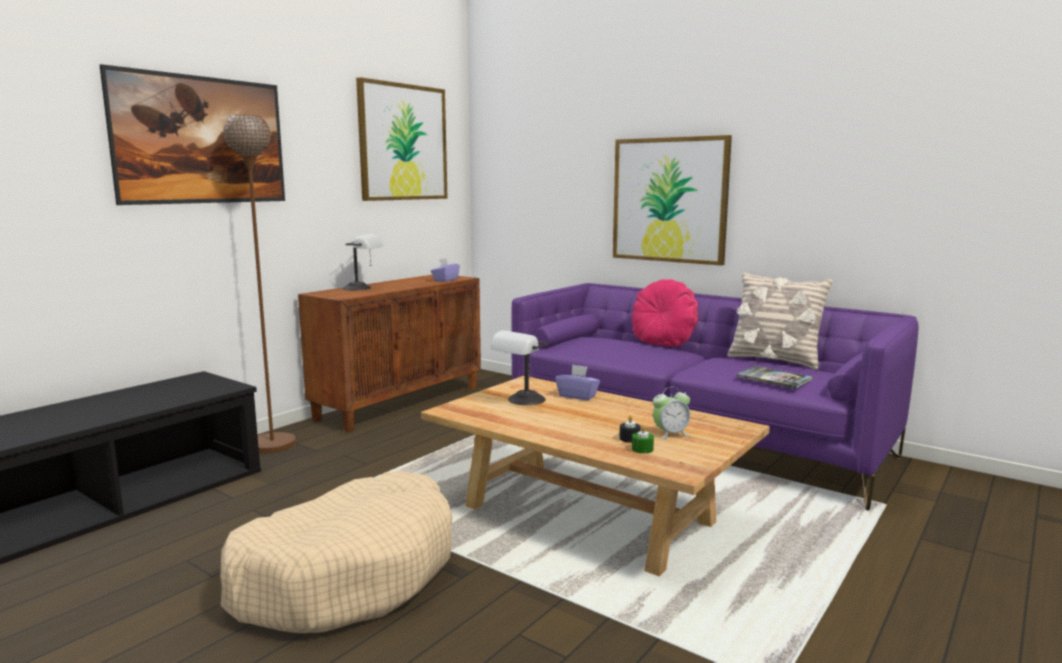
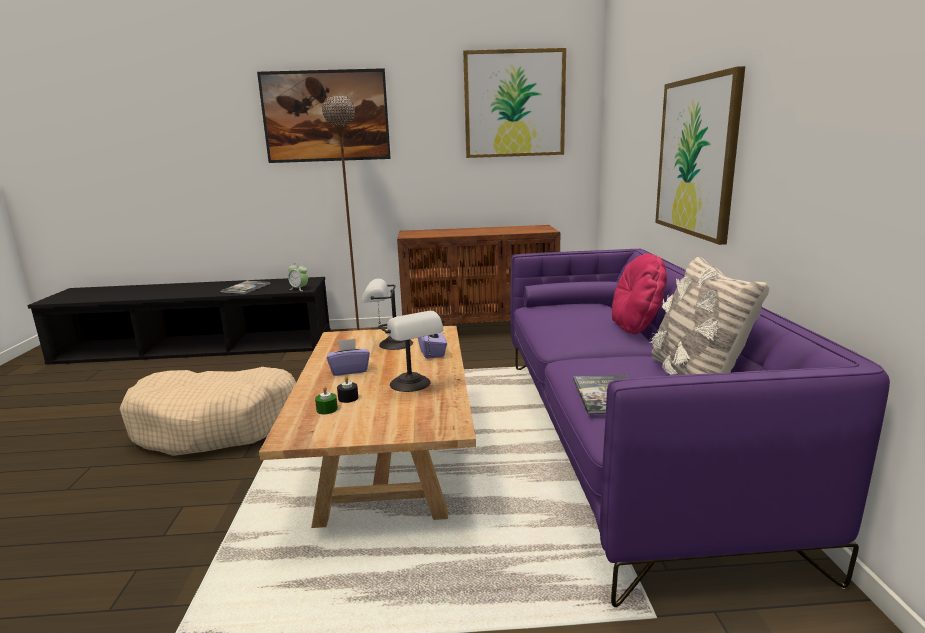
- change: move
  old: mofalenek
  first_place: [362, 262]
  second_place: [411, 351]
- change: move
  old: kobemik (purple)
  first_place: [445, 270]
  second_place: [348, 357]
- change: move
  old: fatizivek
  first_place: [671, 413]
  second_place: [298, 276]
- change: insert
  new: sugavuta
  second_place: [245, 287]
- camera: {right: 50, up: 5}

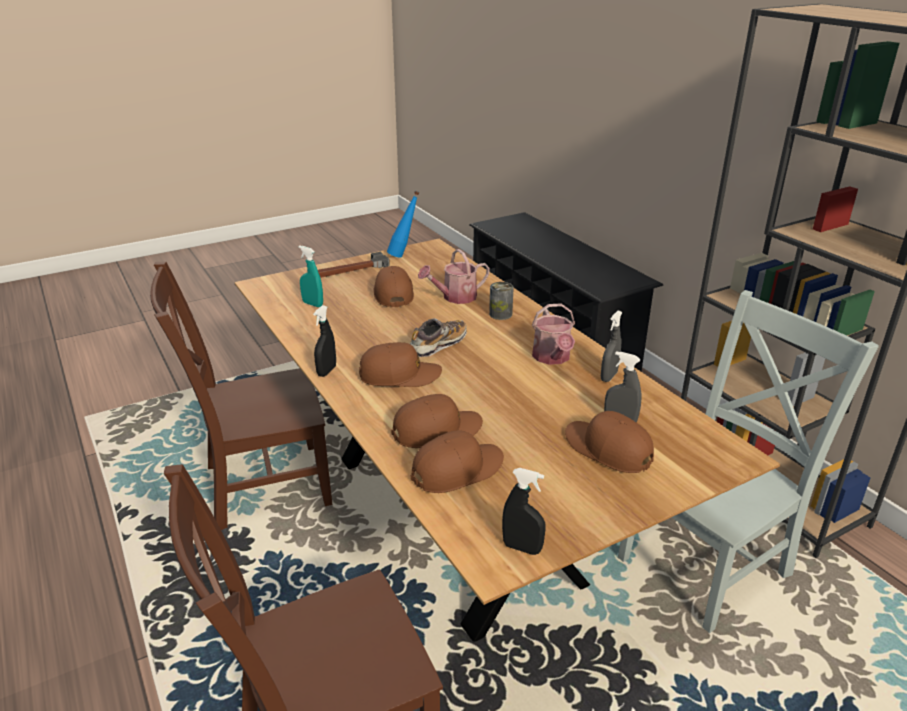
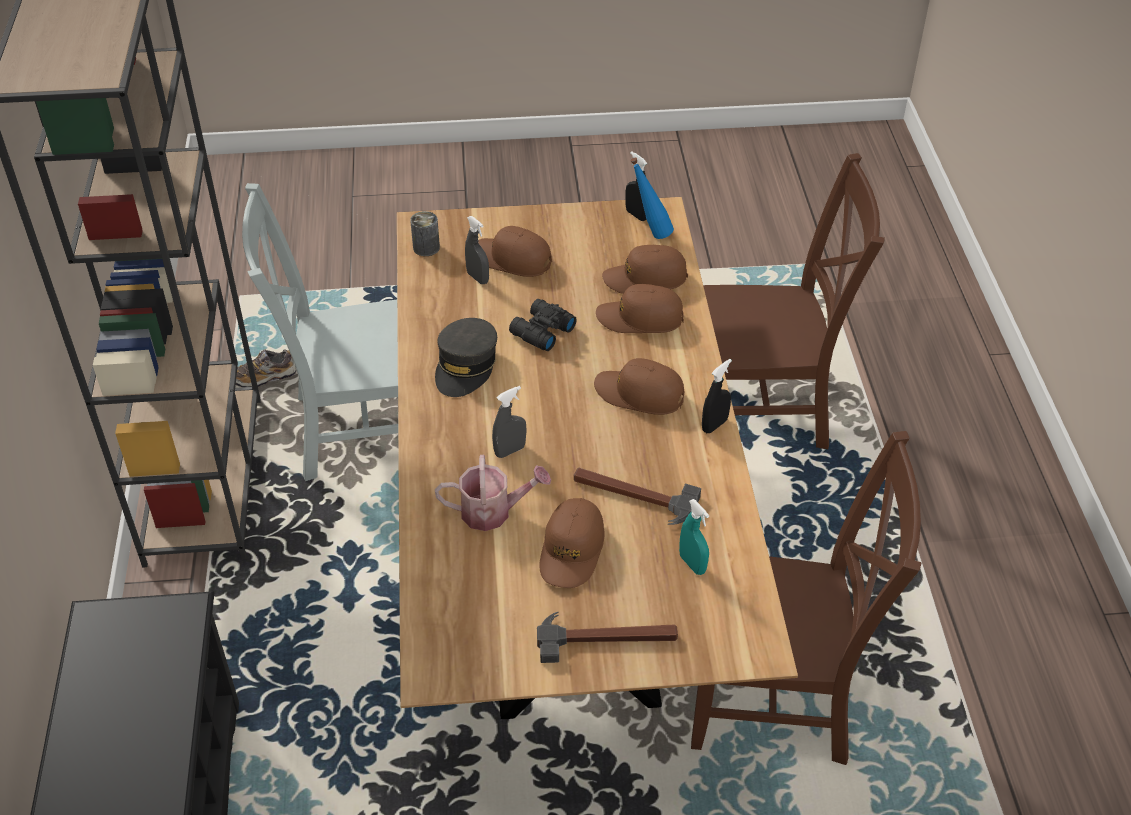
- change: move
  old: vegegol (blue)
  first_place: [403, 224]
  second_place: [652, 198]
- change: move
  old: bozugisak
  first_place: [501, 301]
  second_place: [425, 233]
- change: replace
  old: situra
  new: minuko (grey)
  first_place: [553, 334]
  second_place: [466, 357]
- change: move
  old: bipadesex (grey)
  first_place: [611, 346]
  second_place: [509, 422]
- change: move
  old: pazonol
  first_place: [438, 337]
  second_place: [266, 368]
- change: rotate
  old: minuko (brown)
  first_place: [609, 442]
  second_place: [515, 251]
  degrees: 135
- change: insert
  new: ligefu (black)
  second_place: [543, 325]
- change: insert
  new: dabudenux
  second_place: [637, 496]
- camera: {right: -155, up: 15}

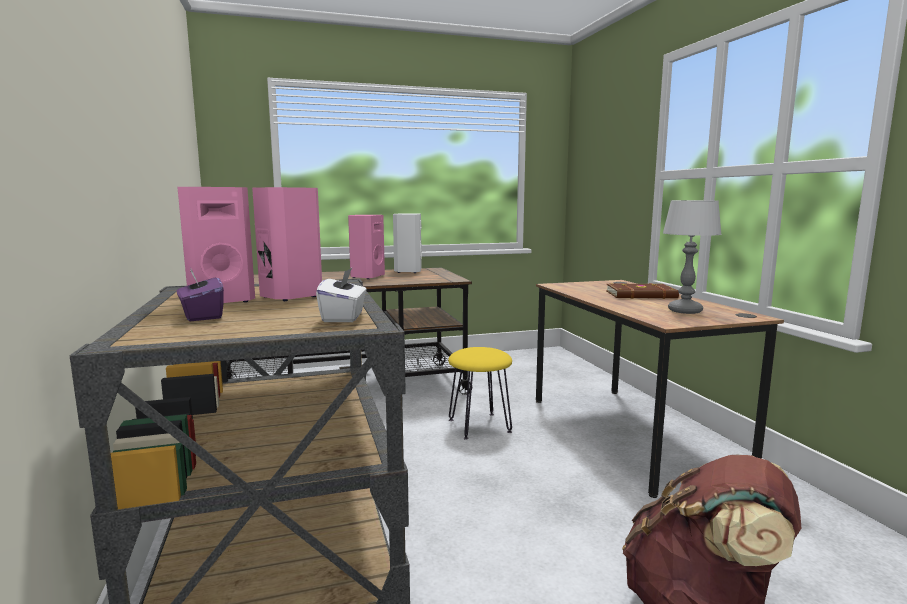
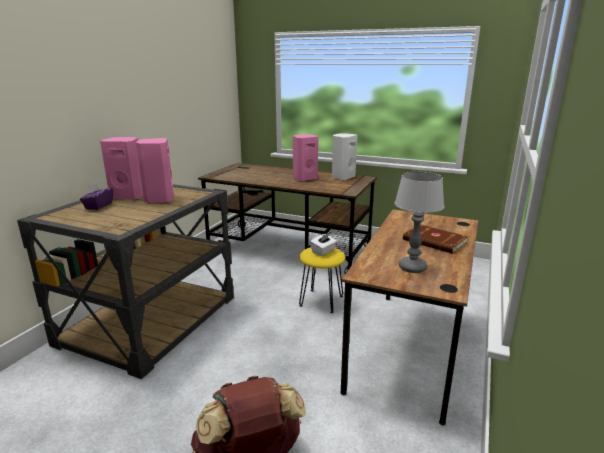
- change: move
  old: kobemik (white)
  first_place: [341, 295]
  second_place: [323, 244]
- camera: {right: 40, up: 10}

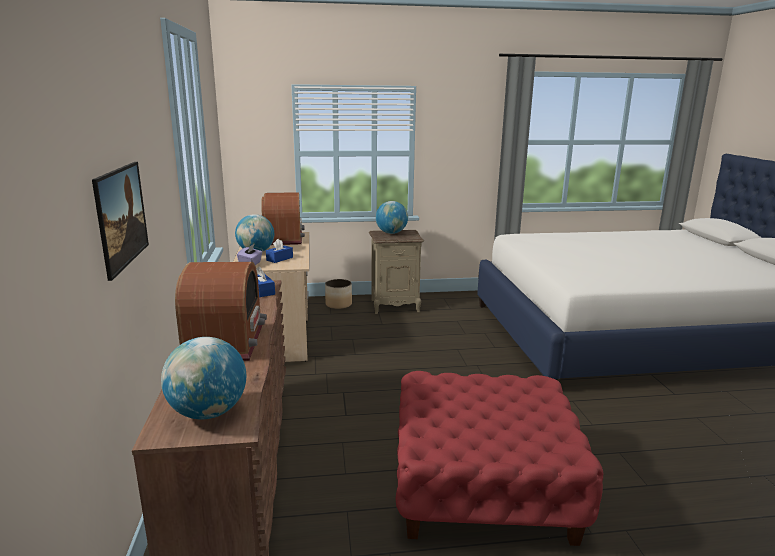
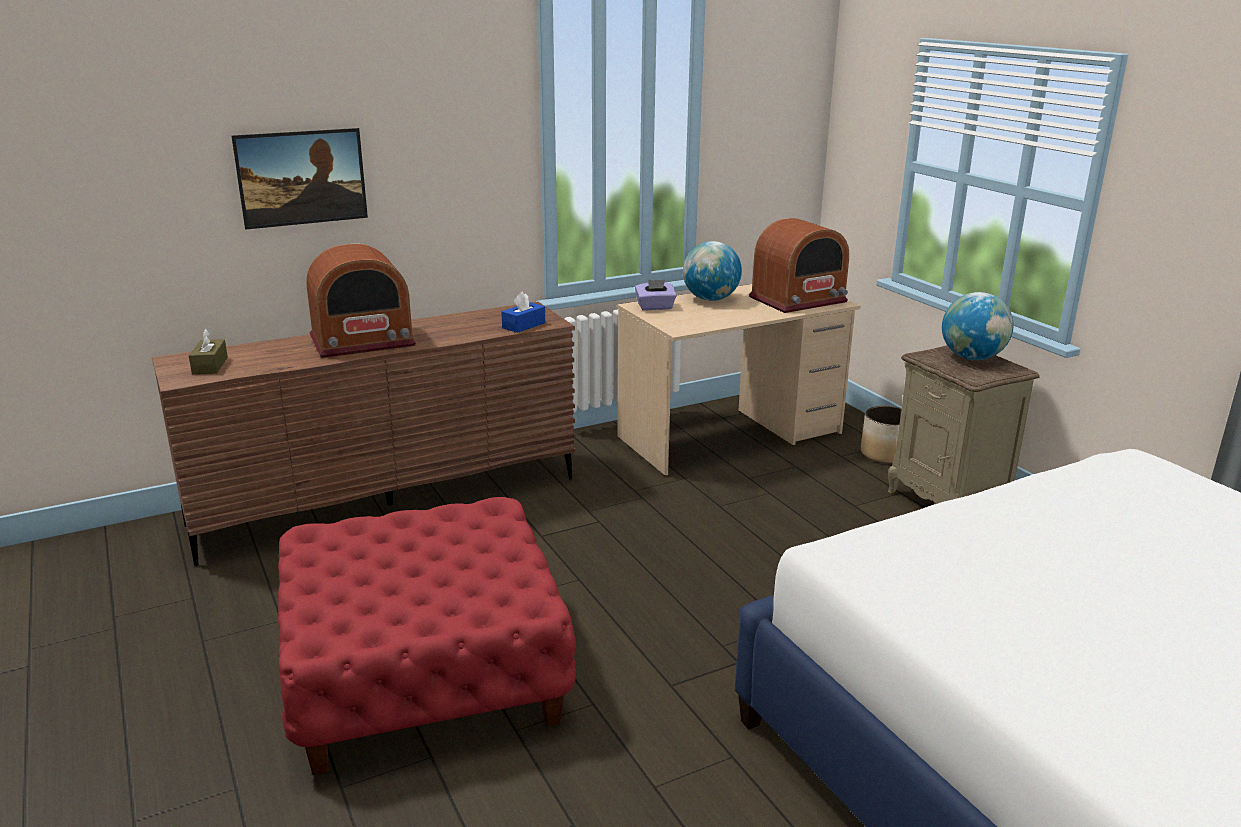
- change: delete
  old: kobemik (blue)
  first_place: [279, 251]
- change: replace
  old: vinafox
  new: kobemik (brown)
  first_place: [203, 378]
  second_place: [208, 351]
- camera: {right: 70, up: 5}

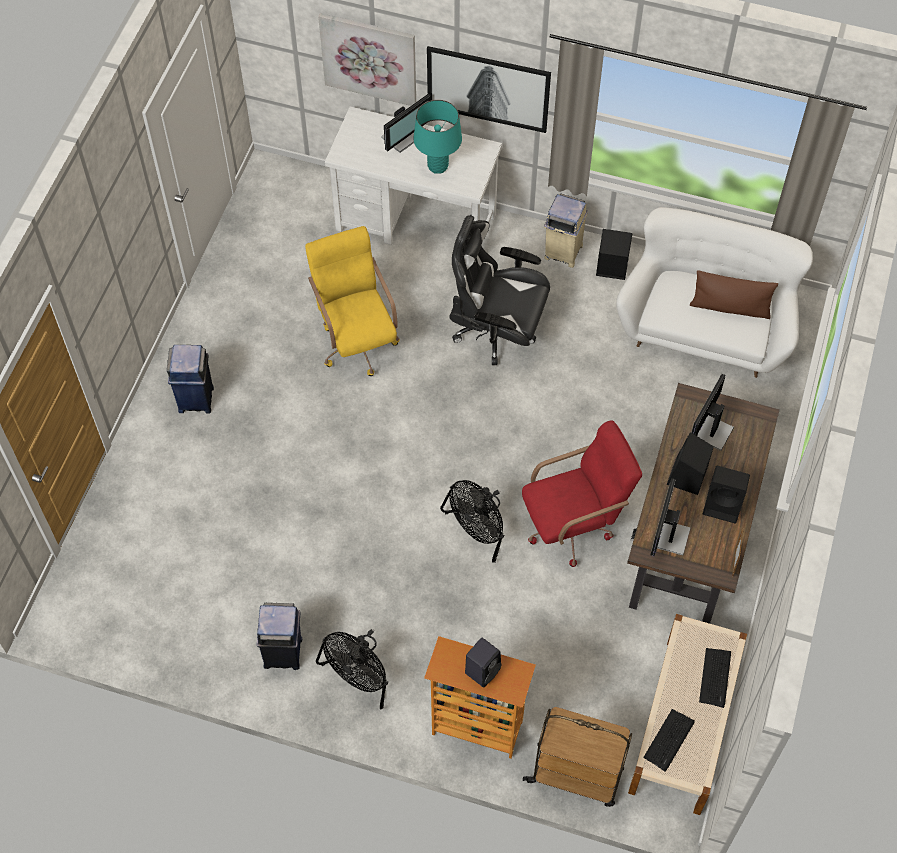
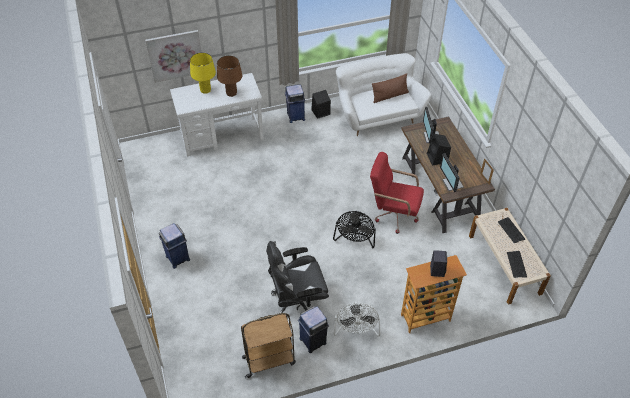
- change: delete
  old: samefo
  first_place: [489, 89]
- change: replace
  old: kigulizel
  new: mofalenek (yellow)
  first_place: [406, 123]
  second_place: [203, 73]
- change: recolor
  old: mofalenek (turquoise)
  new: mofalenek (brown)
  first_place: [438, 137]
  second_place: [229, 76]
- change: recolor
  old: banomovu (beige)
  new: banomovu (blue)
  first_place: [566, 231]
  second_place: [295, 103]
- change: move
  old: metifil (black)
  first_place: [499, 290]
  second_place: [297, 277]
- change: delete
  old: metifil (yellow)
  first_place: [352, 301]
- change: rotate
  old: metifil (red)
  first_place: [582, 493]
  second_place: [397, 193]
  degrees: -105
- change: delete
  old: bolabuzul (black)
  first_place: [726, 494]
- change: recolor
  old: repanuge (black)
  new: repanuge (white)
  first_place: [352, 669]
  second_place: [356, 319]
- change: move
  old: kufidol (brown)
  first_place: [577, 757]
  second_place: [268, 345]
- camera: {right: -35, up: -10}

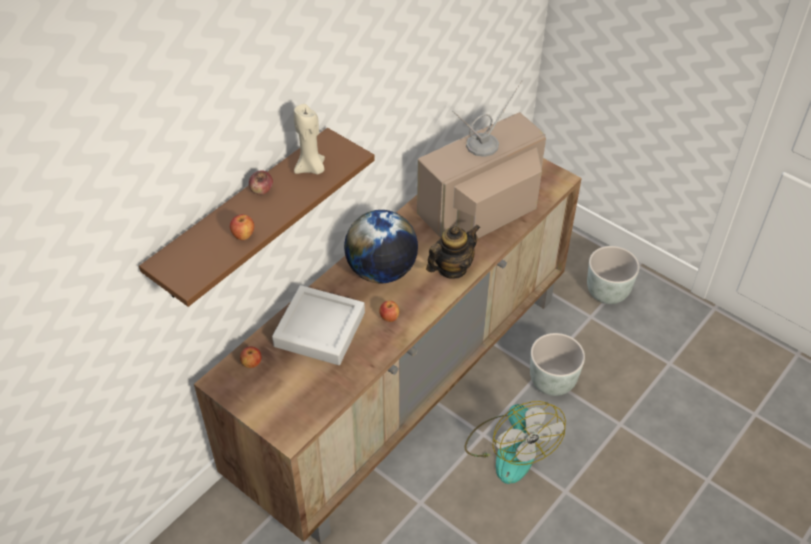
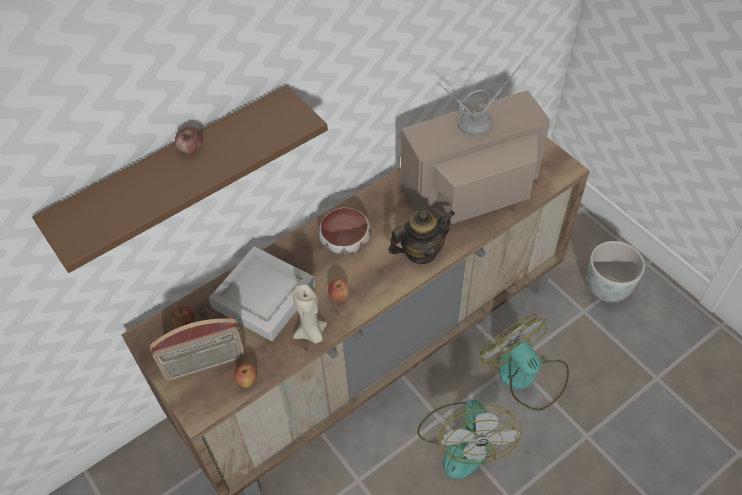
- change: move
  old: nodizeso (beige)
  first_place: [309, 139]
  second_place: [310, 314]
- change: replace
  old: vinafox
  new: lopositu
  first_place: [381, 247]
  second_place: [345, 231]
- change: move
  old: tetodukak
  first_place: [242, 227]
  second_place: [246, 375]
- change: replace
  old: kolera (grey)
  new: repanuge
  first_place: [557, 364]
  second_place: [524, 362]
- change: insert
  new: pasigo
  second_place: [198, 348]
- camera: {right: 15, up: 5}

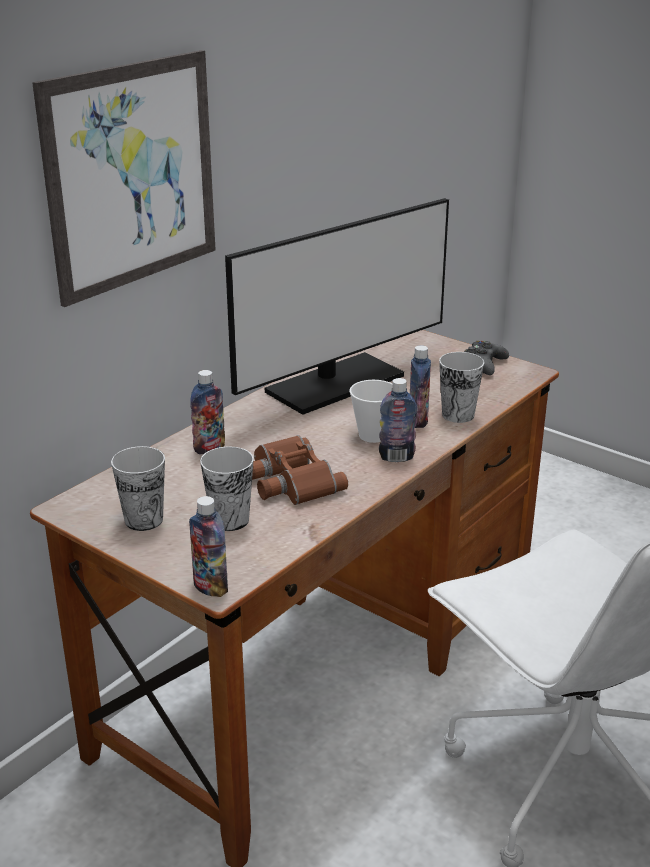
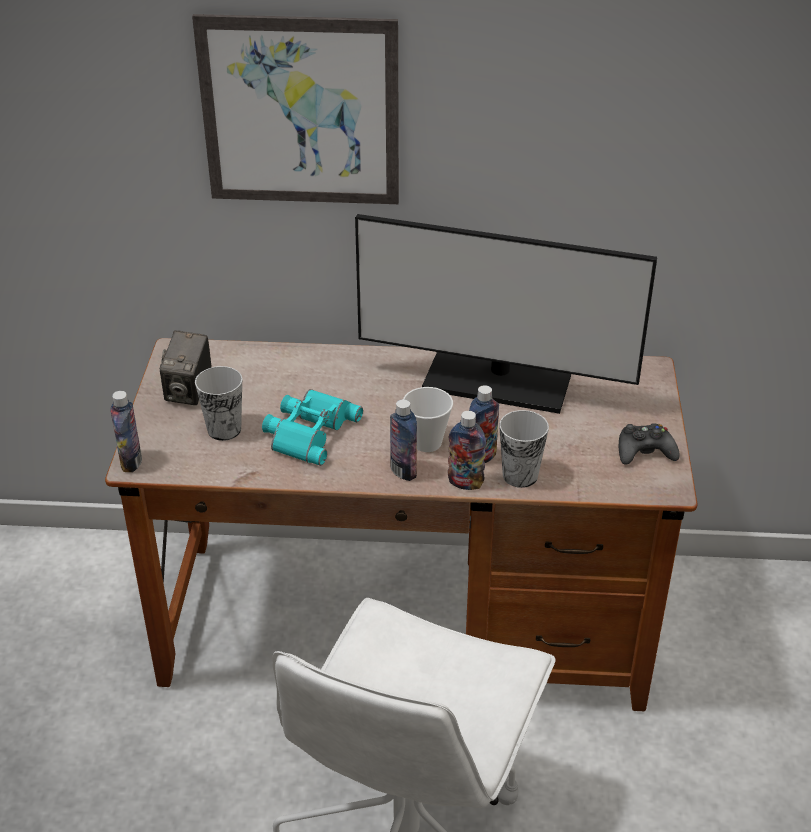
- change: move
  old: vegegol
  first_place: [207, 412]
  second_place: [467, 450]
- change: recolor
  old: ligefu (brown)
  new: ligefu (turquoise)
  first_place: [300, 470]
  second_place: [312, 427]
- change: replace
  old: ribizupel
  new: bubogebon
  first_place: [138, 488]
  second_place: [185, 367]
- camera: {right: 55, up: 10}

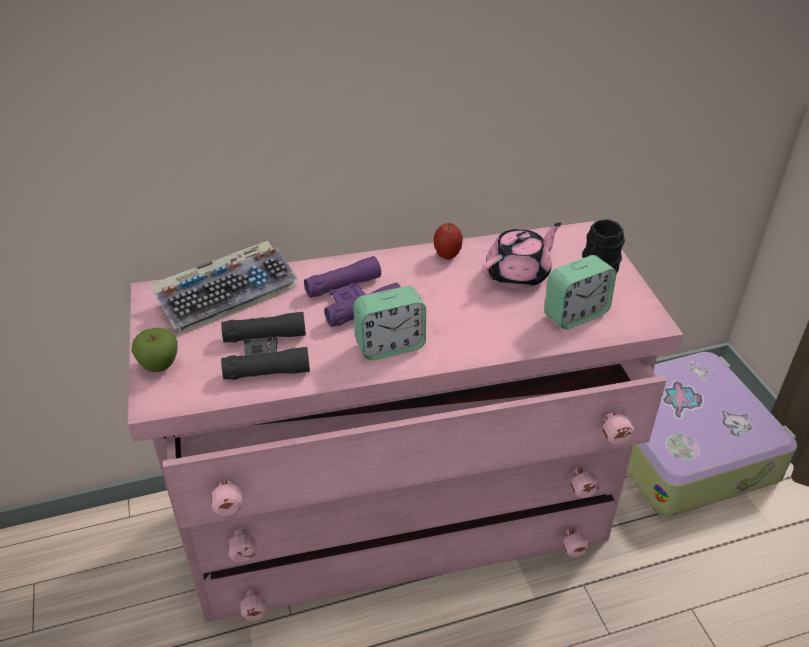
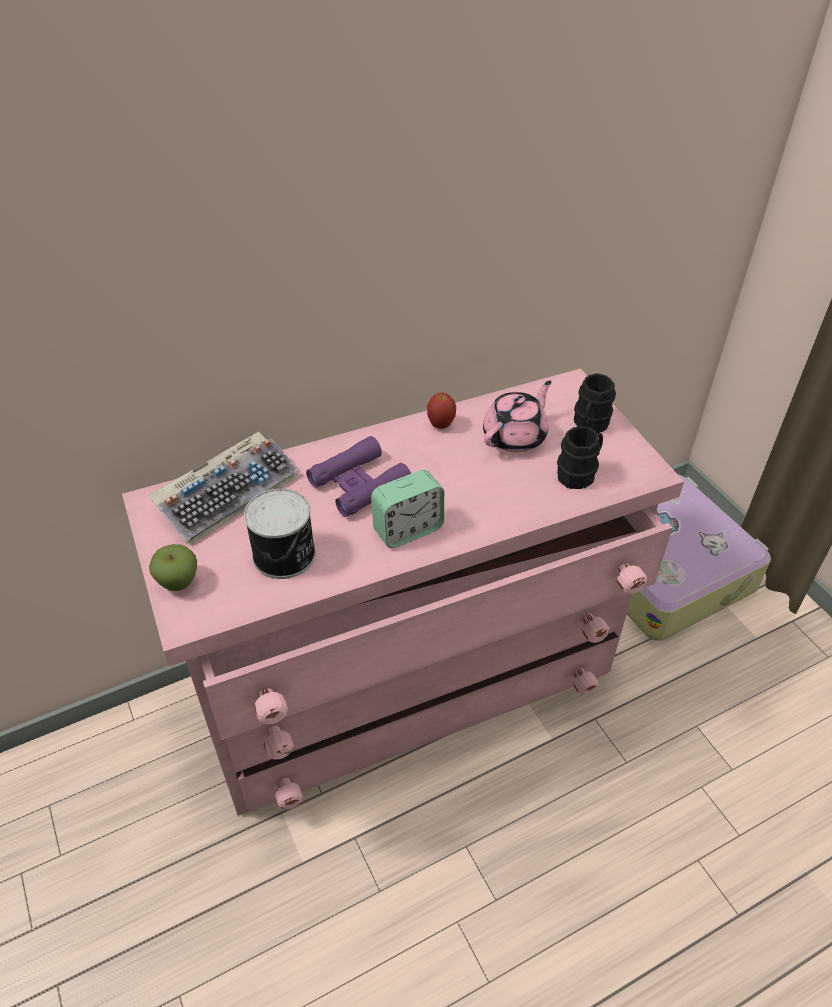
- change: replace
  old: fatizivek
  new: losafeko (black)
  first_place: [580, 292]
  second_place: [580, 457]
- change: replace
  old: ligefu (black)
  new: bozugisak
  first_place: [265, 346]
  second_place: [280, 533]
- camera: {right: -10, up: 5}

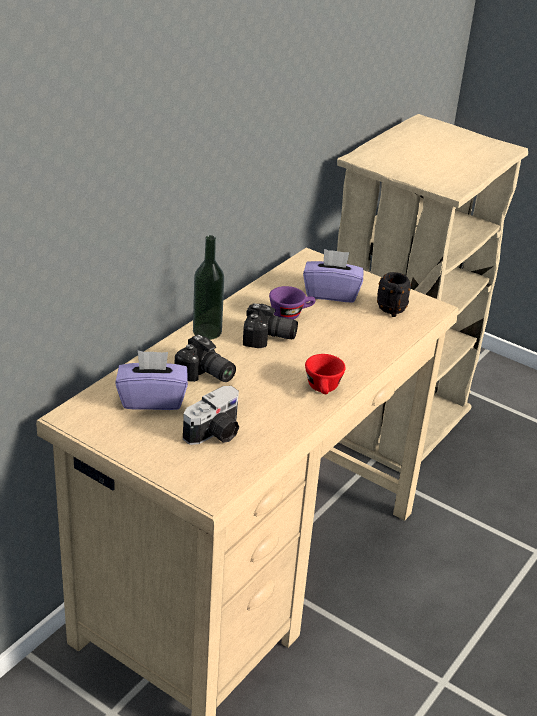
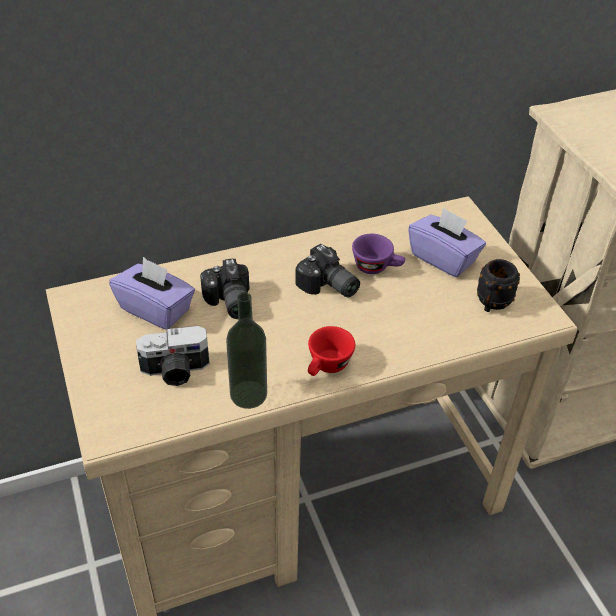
- change: move
  old: vegegol
  first_place: [208, 287]
  second_place: [246, 350]
- camera: {right: 35, up: 10}

